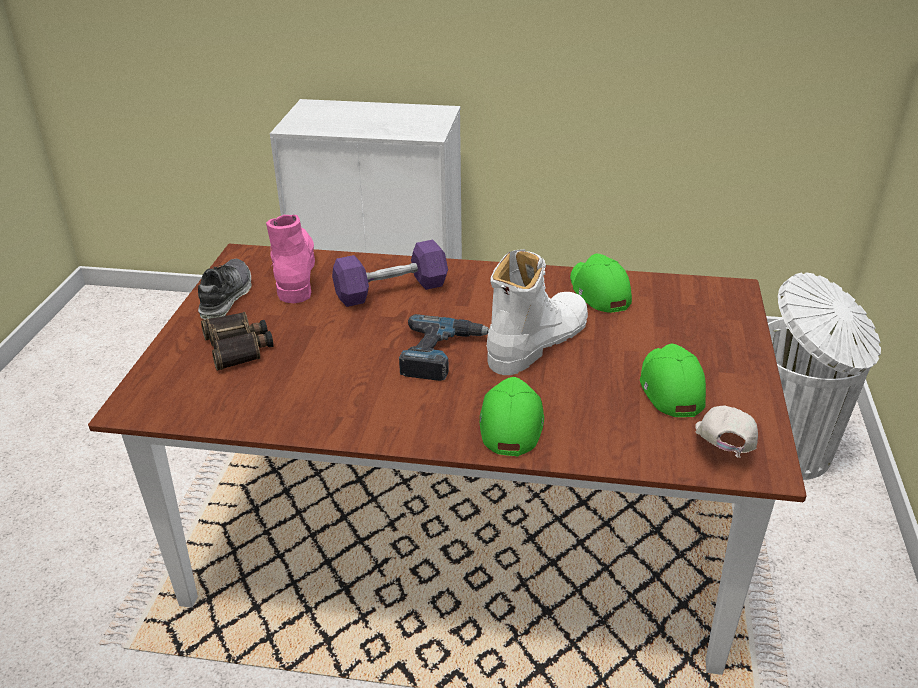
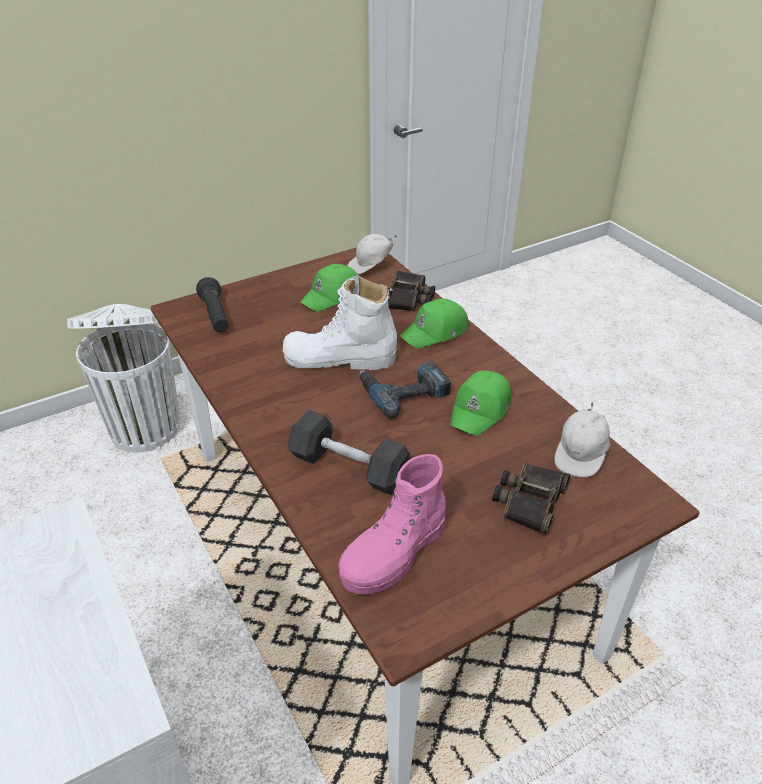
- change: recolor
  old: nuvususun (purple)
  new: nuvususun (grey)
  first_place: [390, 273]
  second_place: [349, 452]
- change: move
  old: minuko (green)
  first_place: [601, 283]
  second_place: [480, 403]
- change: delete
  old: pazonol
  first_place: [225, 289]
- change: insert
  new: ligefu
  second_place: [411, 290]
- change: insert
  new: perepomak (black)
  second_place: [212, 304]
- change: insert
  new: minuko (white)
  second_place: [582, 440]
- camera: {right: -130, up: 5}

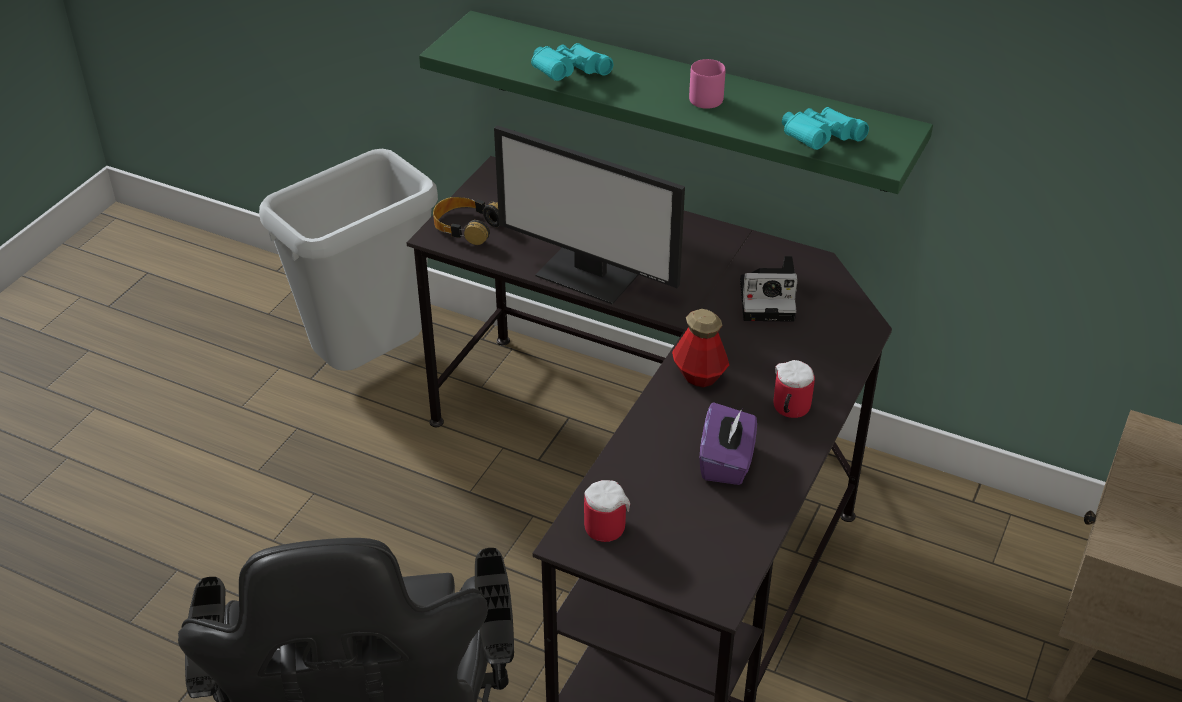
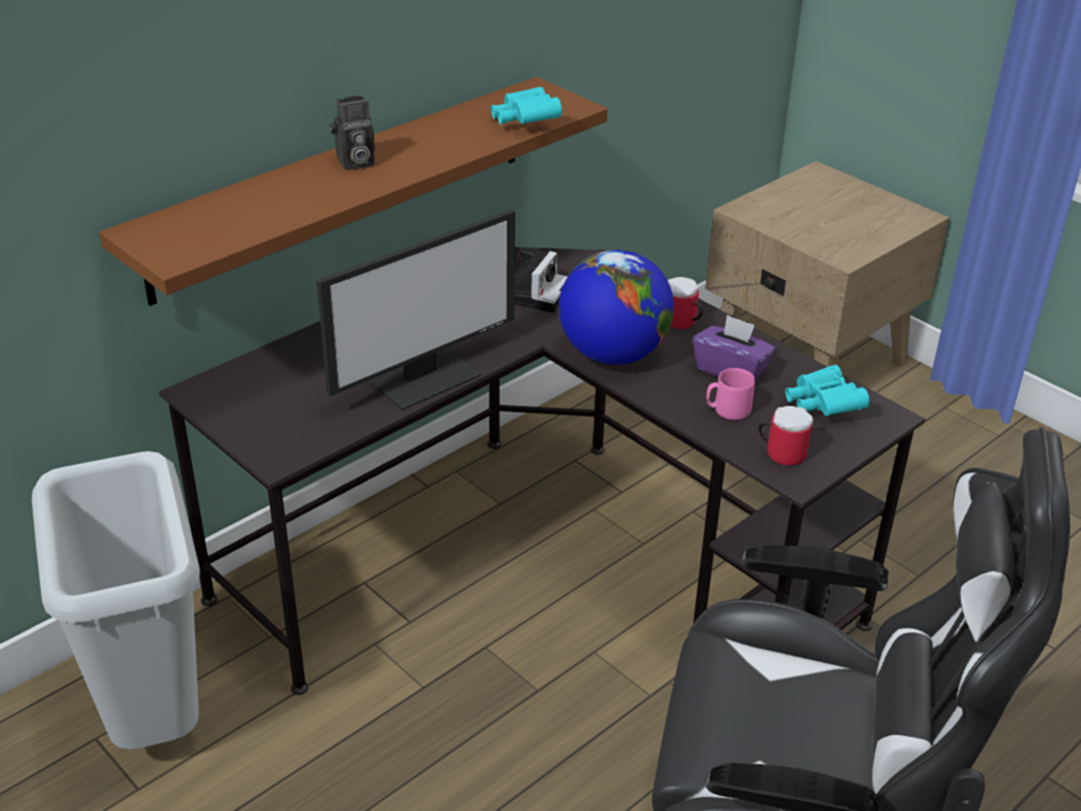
- change: recolor
  old: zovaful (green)
  new: zovaful (brown)
  first_place: [676, 102]
  second_place: [353, 191]
- change: move
  old: ligefu (turquoise)
  first_place: [572, 62]
  second_place: [827, 390]
- change: move
  old: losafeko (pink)
  first_place: [707, 84]
  second_place: [730, 394]
- change: delete
  old: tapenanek
  first_place: [466, 221]
- change: replace
  old: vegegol
  new: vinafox
  first_place: [700, 348]
  second_place: [616, 307]
- change: insert
  new: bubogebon
  second_place: [352, 133]
- camera: {right: -70, up: -5}

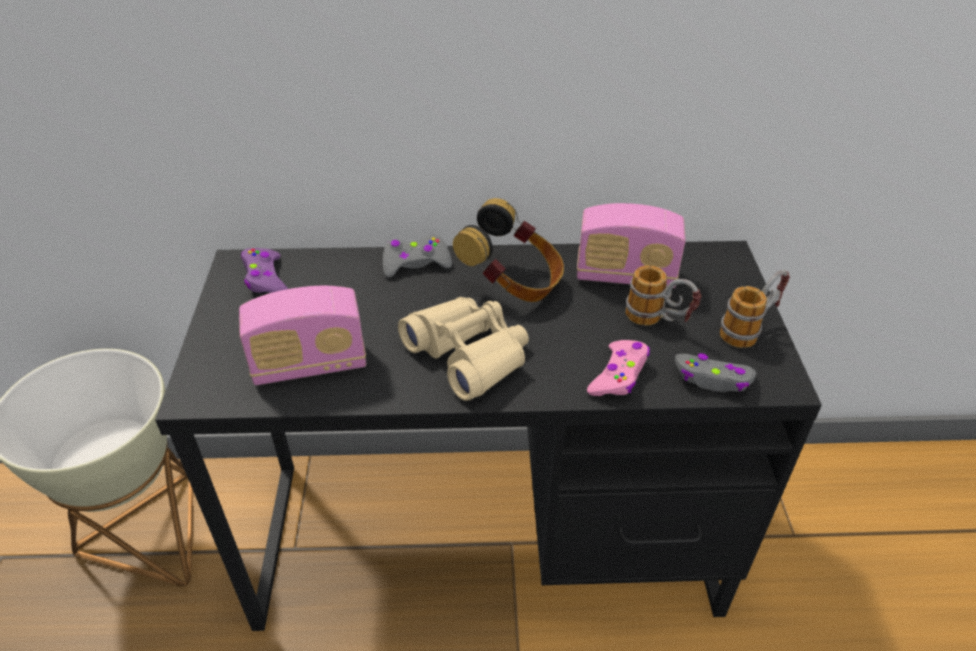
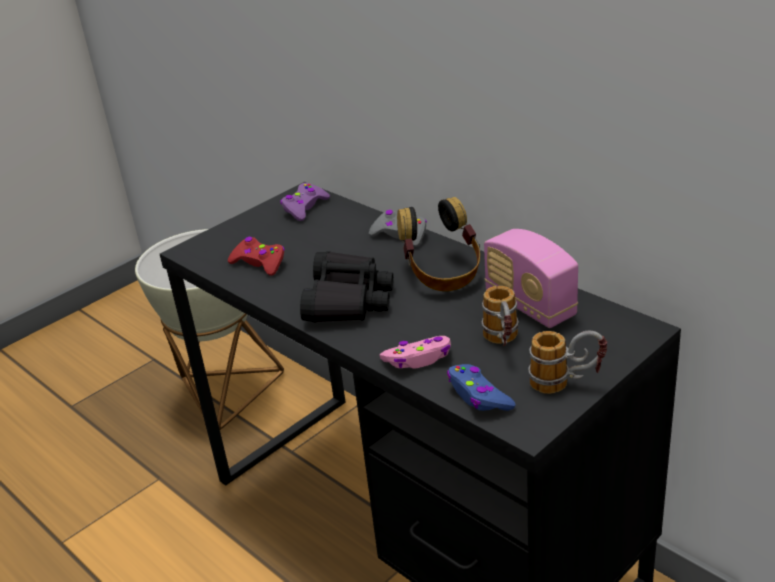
- change: replace
  old: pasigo
  new: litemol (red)
  first_place: [302, 335]
  second_place: [256, 256]
- change: recolor
  old: ligefu (beige)
  new: ligefu (black)
  first_place: [463, 349]
  second_place: [346, 286]
- change: recolor
  old: litemol (grey)
  new: litemol (blue)
  first_place: [715, 372]
  second_place: [481, 387]
- camera: {right: 50, up: -10}

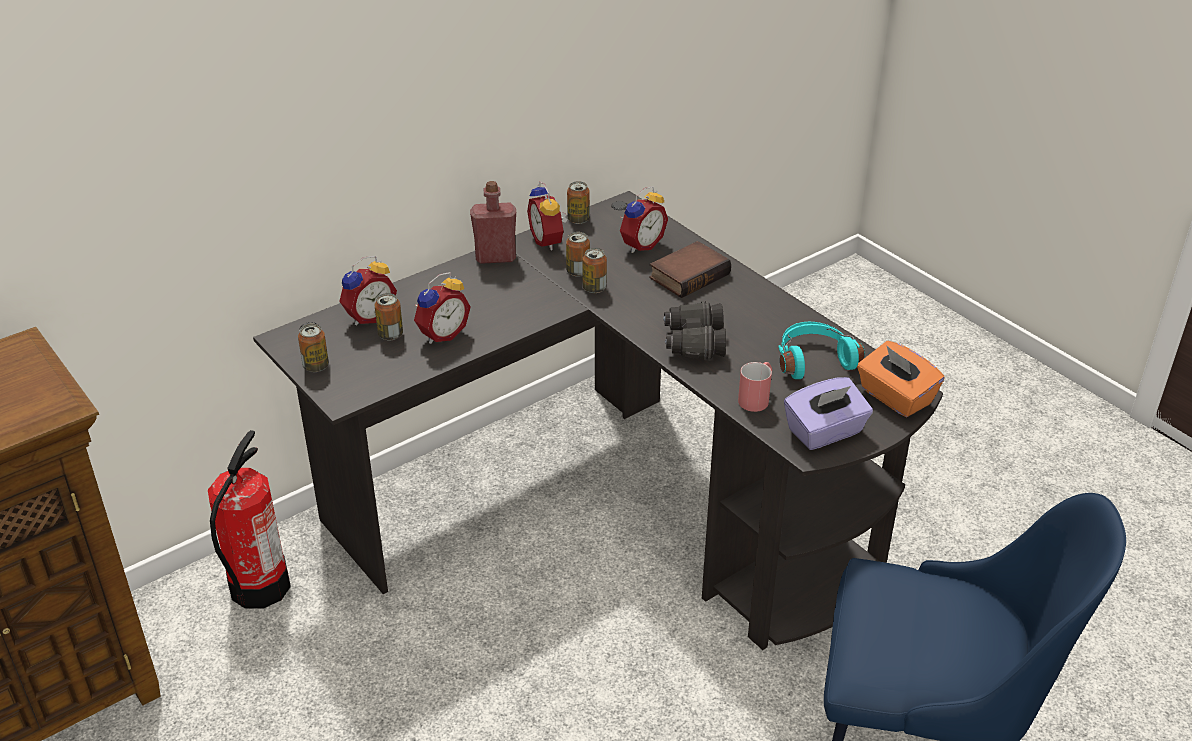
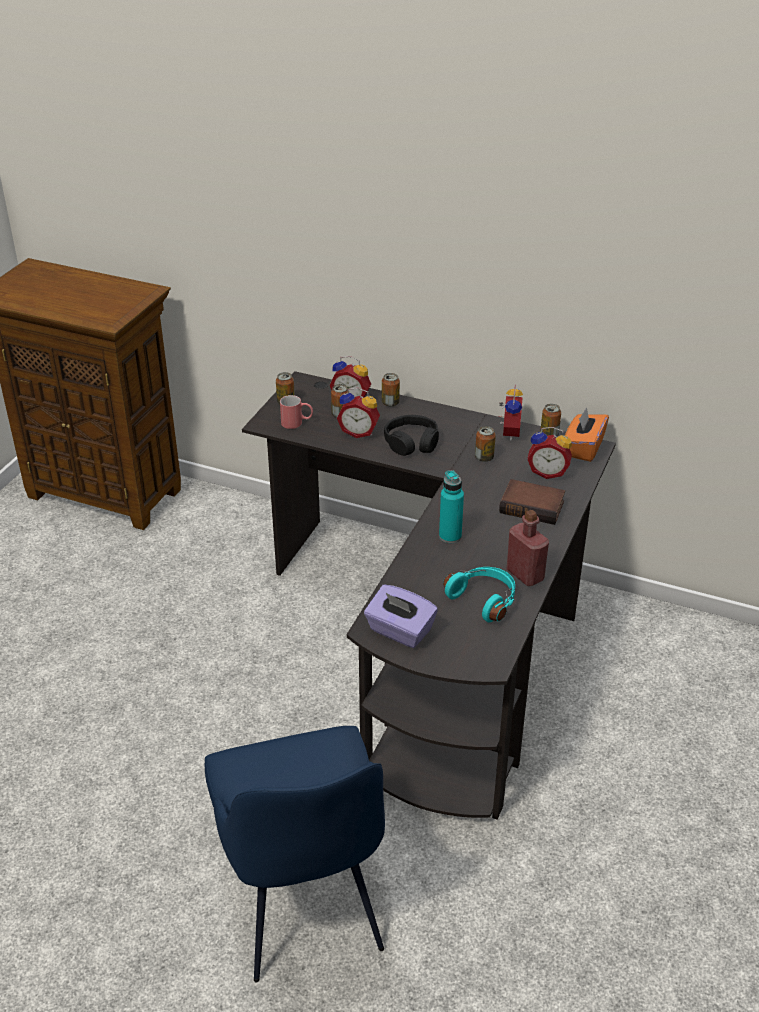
- change: move
  old: vegegol (red)
  first_place: [493, 222]
  second_place: [528, 548]
- change: rotate
  old: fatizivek
  first_place: [547, 215]
  second_place: [511, 412]
  degrees: 150
- change: move
  old: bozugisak
  first_place: [594, 270]
  second_place: [391, 390]
- change: replace
  old: ligefu (black)
  new: vegegol (turquoise)
  first_place: [694, 331]
  second_place: [451, 506]
- change: move
  old: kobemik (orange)
  first_place: [900, 379]
  second_place: [587, 434]
- change: move
  old: losafeko (red)
  first_place: [755, 387]
  second_place: [296, 412]
- change: delete
  old: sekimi
  first_place: [249, 519]
- change: insert
  new: tapenanek (black)
  second_place: [411, 435]
- camera: {right: 60, up: 0}

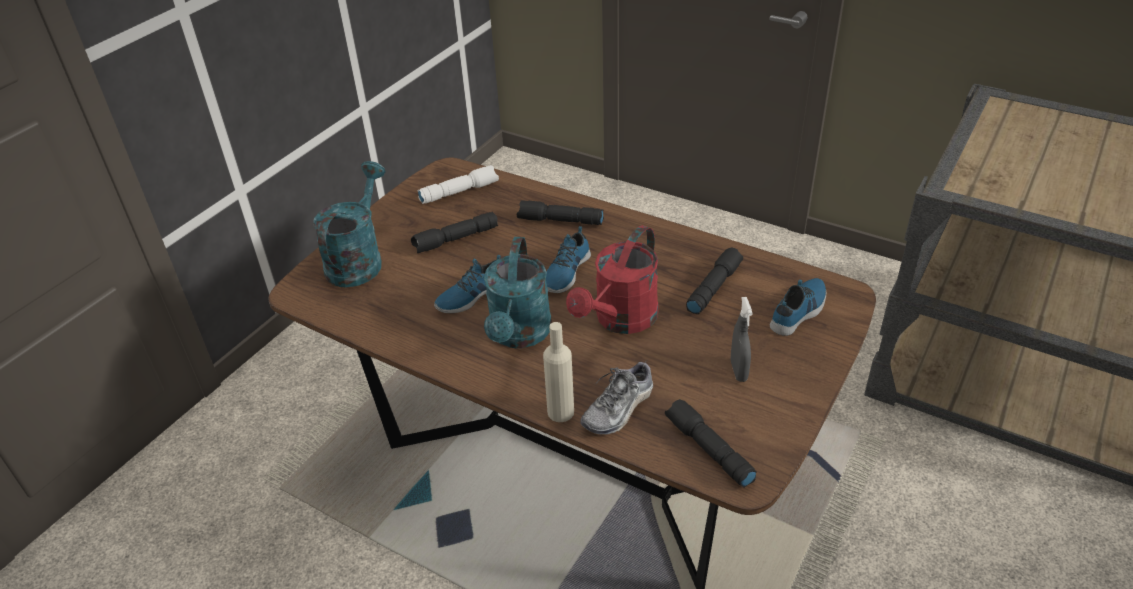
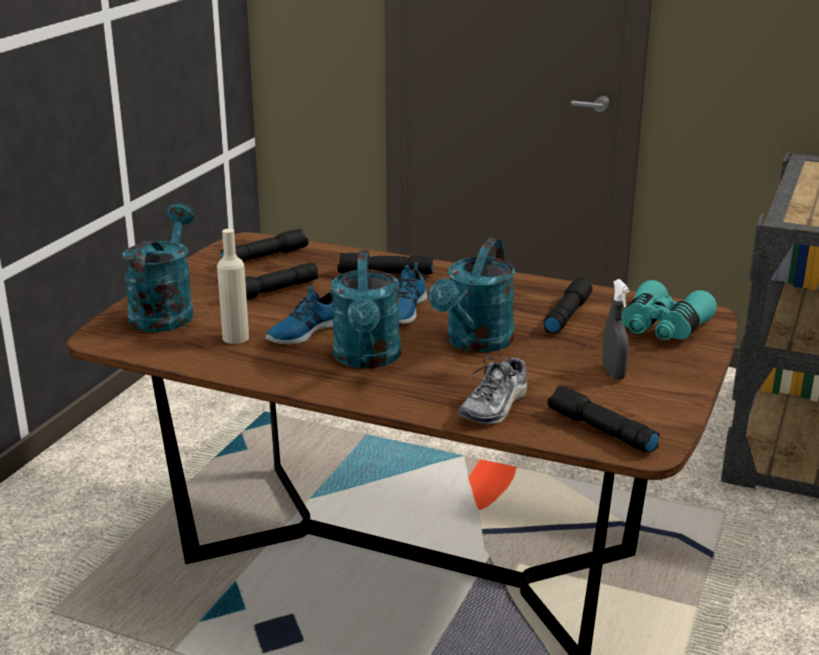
- change: recolor
  old: perepomak (white)
  new: perepomak (black)
  first_place: [458, 184]
  second_place: [264, 245]
- change: recolor
  old: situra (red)
  new: situra (turquoise)
  first_place: [612, 279]
  second_place: [472, 295]
- change: replace
  old: pazonol
  new: ligefu (turquoise)
  first_place: [798, 307]
  second_place: [669, 310]
- change: move
  old: vegegol (beige)
  first_place: [558, 372]
  second_place: [233, 286]
- camera: {right: -10, up: -15}

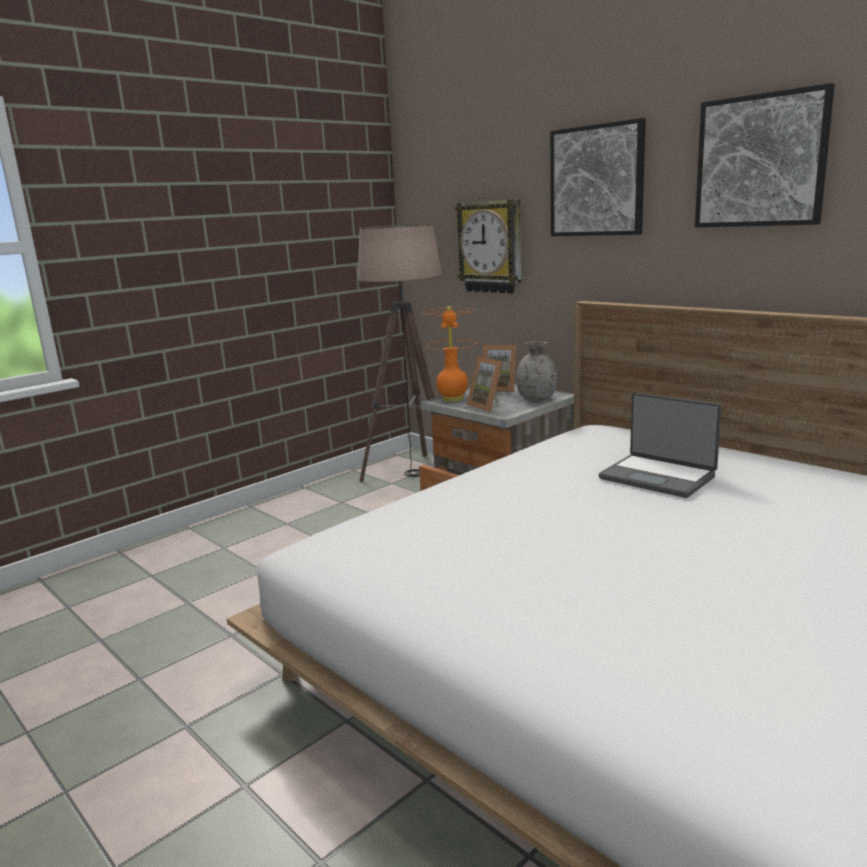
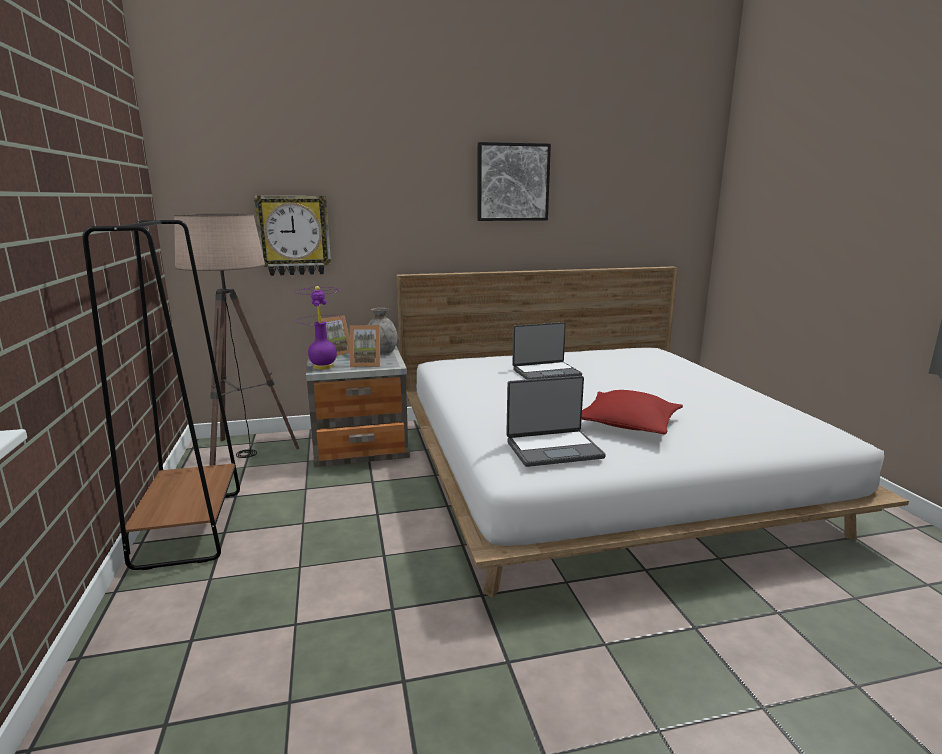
- change: delete
  old: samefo
  first_place: [598, 177]
- change: recolor
  old: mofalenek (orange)
  new: mofalenek (purple)
  first_place: [449, 354]
  second_place: [318, 328]
- change: insert
  new: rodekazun
  second_place: [161, 395]
- change: insert
  new: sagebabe
  second_place: [556, 421]
- change: insert
  new: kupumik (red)
  second_place: [632, 412]
- camera: {right: -60, up: 0}

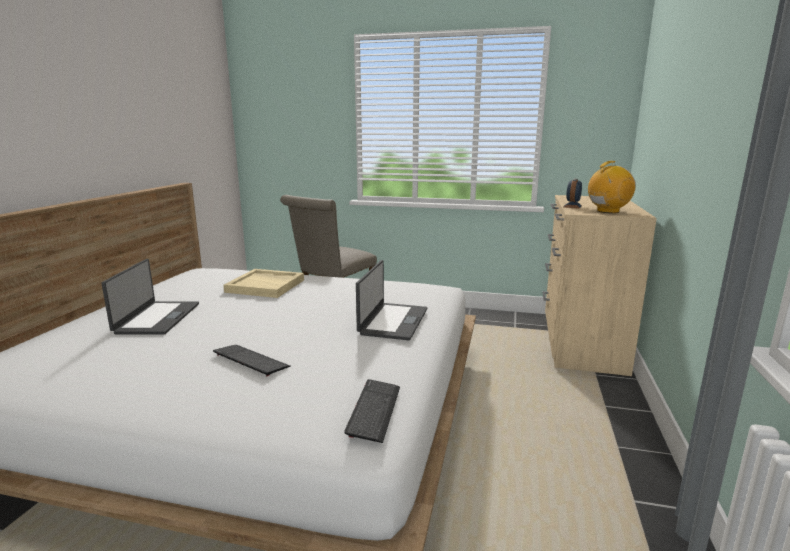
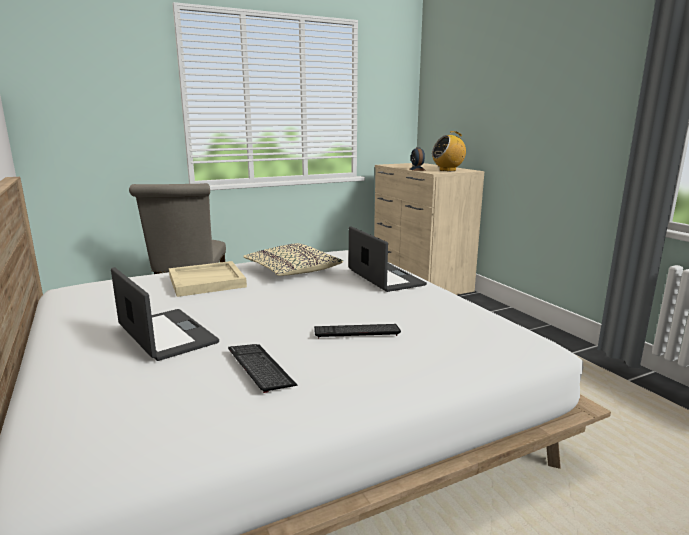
- change: rotate
  old: pasigo
  first_place: [612, 187]
  second_place: [449, 151]
  degrees: -135
- change: move
  old: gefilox
  first_place: [372, 411]
  second_place: [262, 368]
- change: insert
  new: kupumik (beige)
  second_place: [293, 259]
- camera: {right: -40, up: 0}

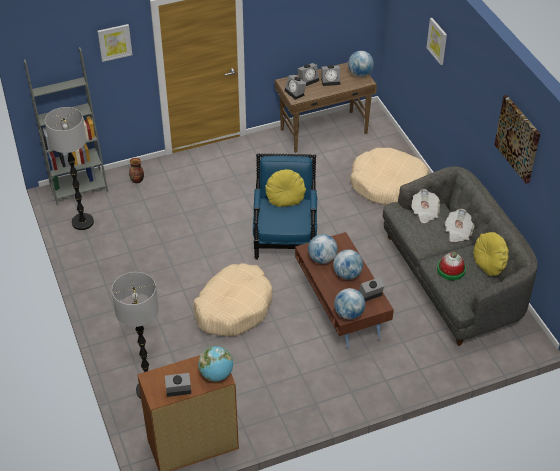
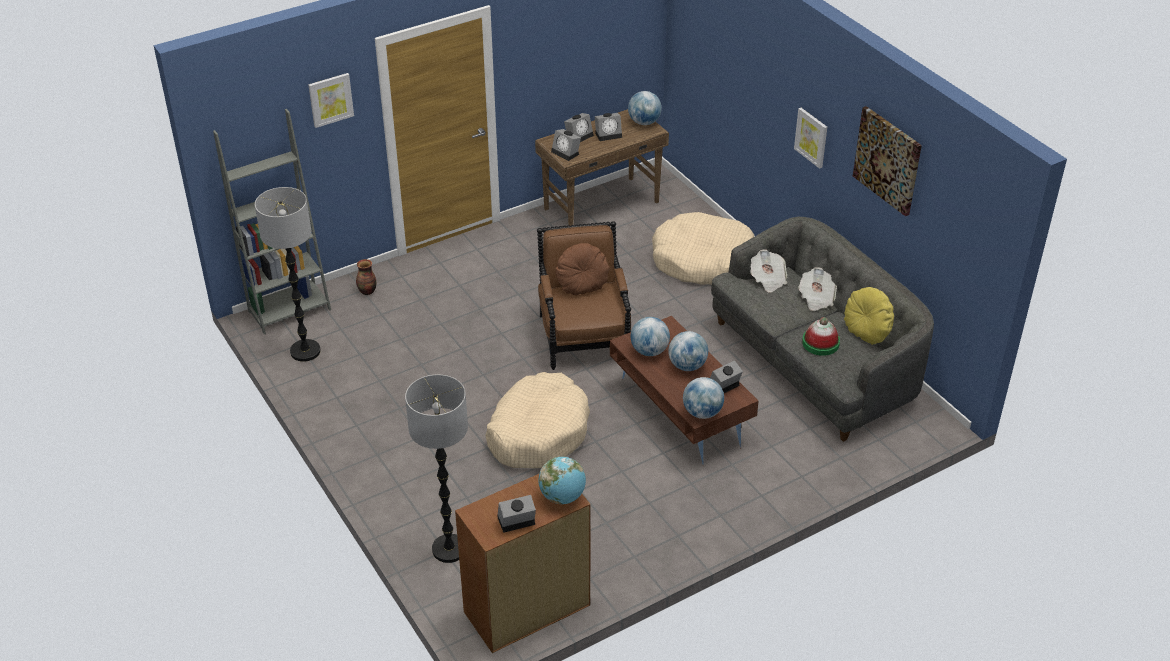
- change: move
  old: samefo
  first_place: [436, 41]
  second_place: [810, 138]
- change: recolor
  old: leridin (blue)
  new: leridin (brown)
  first_place: [285, 206]
  second_place: [584, 295]
- change: recolor
  old: kupumik (yellow)
  new: kupumik (brown)
  first_place: [285, 188]
  second_place: [583, 269]
- camera: {right: -10, up: -5}

